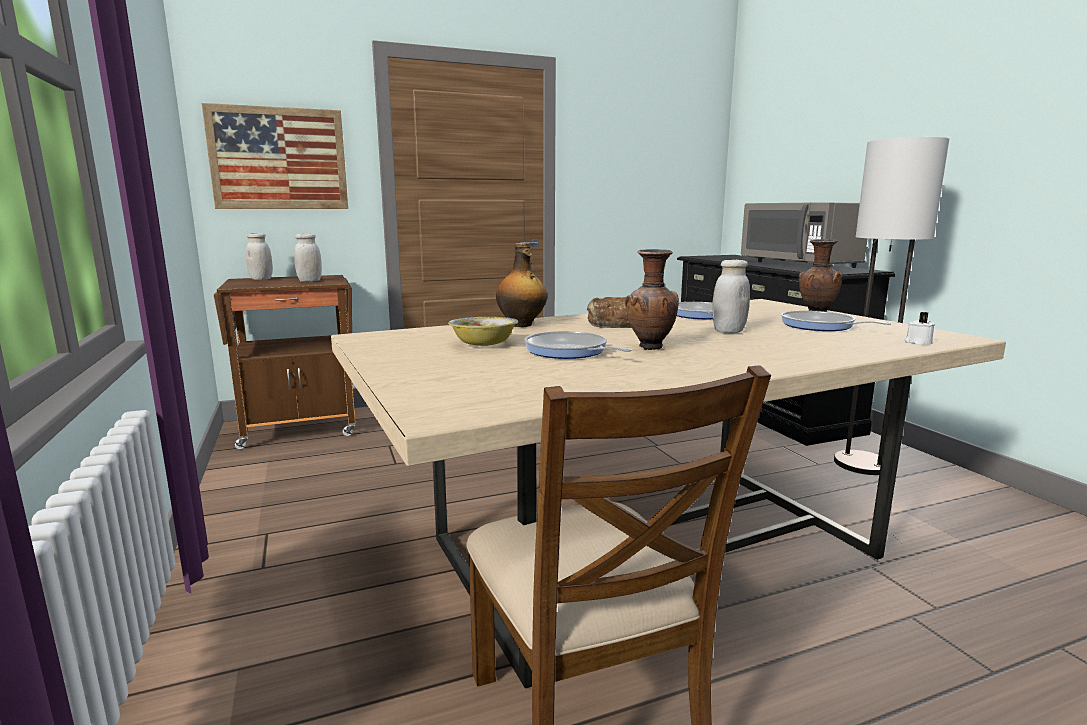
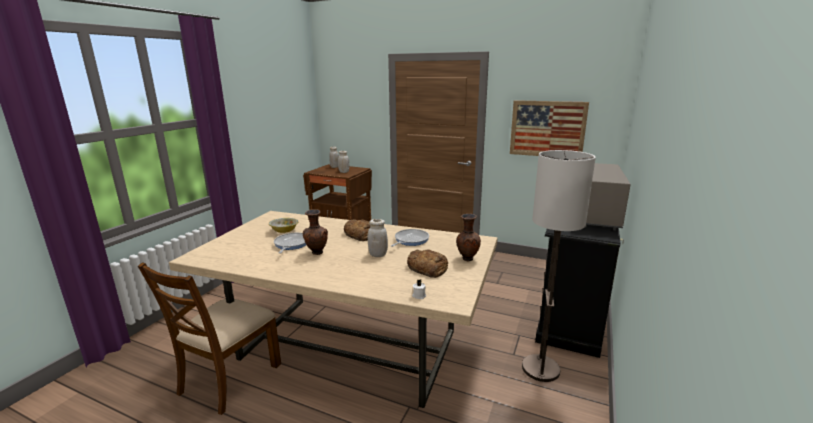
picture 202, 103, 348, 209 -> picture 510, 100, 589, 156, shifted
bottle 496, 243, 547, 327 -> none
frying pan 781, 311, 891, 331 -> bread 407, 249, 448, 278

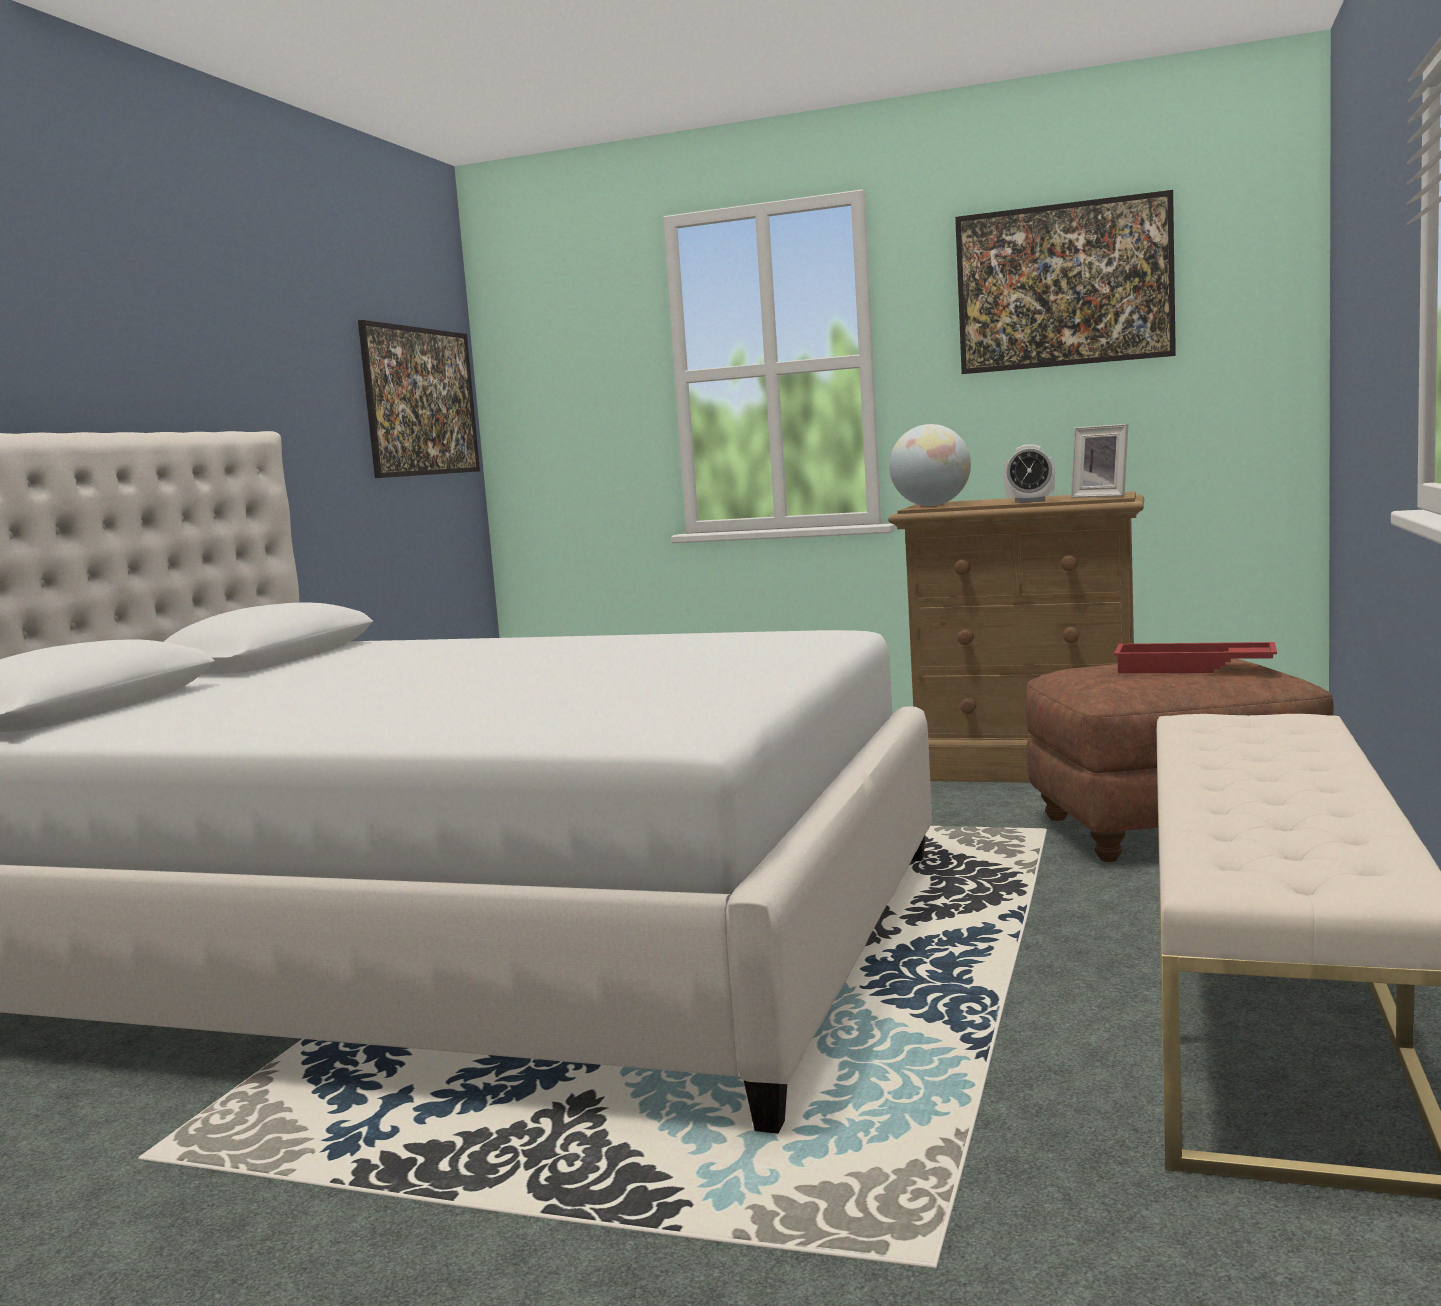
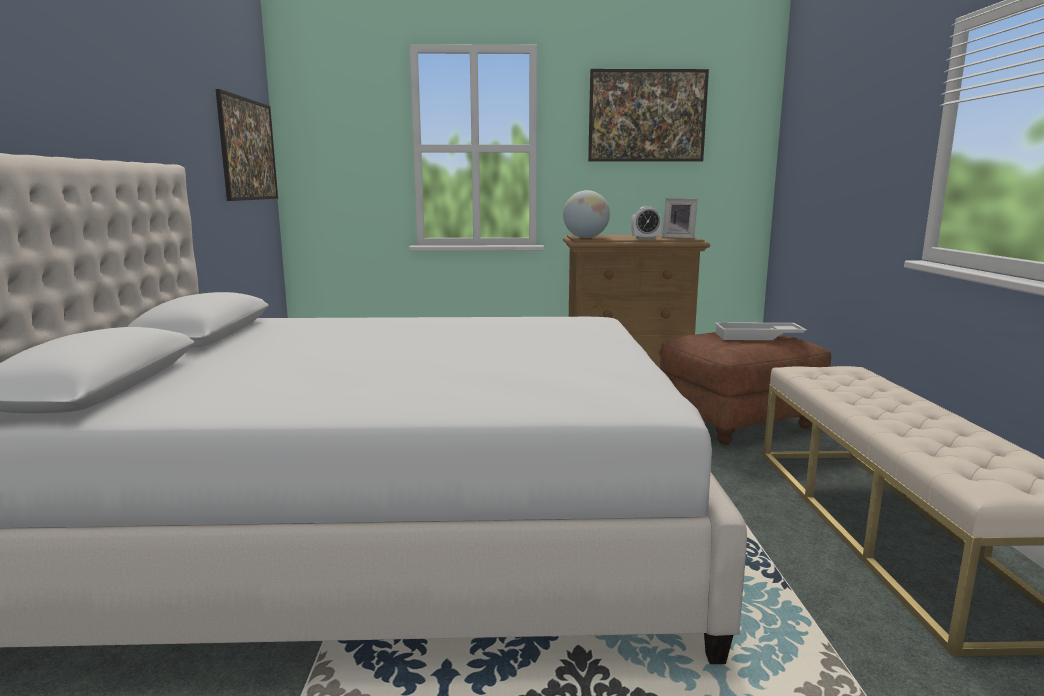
red tray 1114, 642, 1277, 673 -> white tray 714, 322, 807, 340

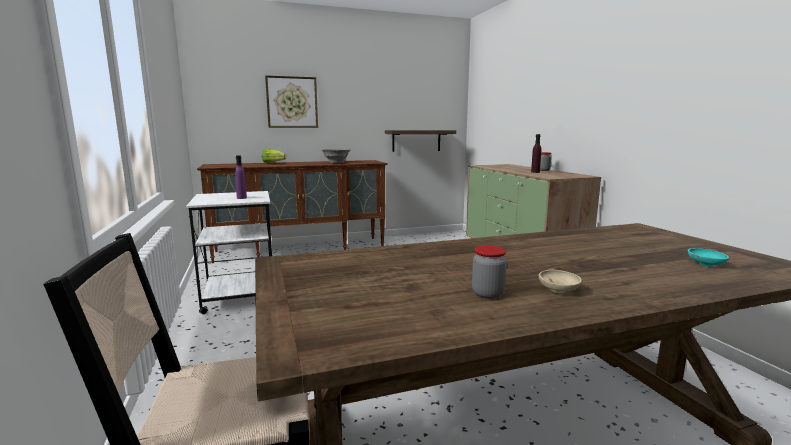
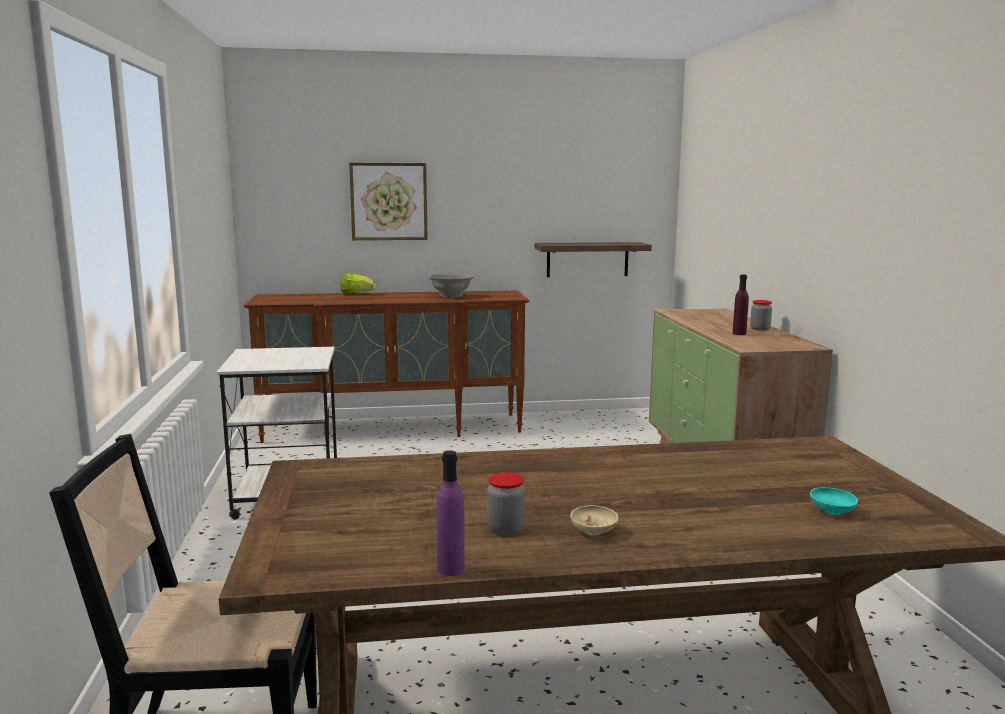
purple bottle 235, 155, 247, 199 -> purple bottle 436, 451, 465, 576, shifted

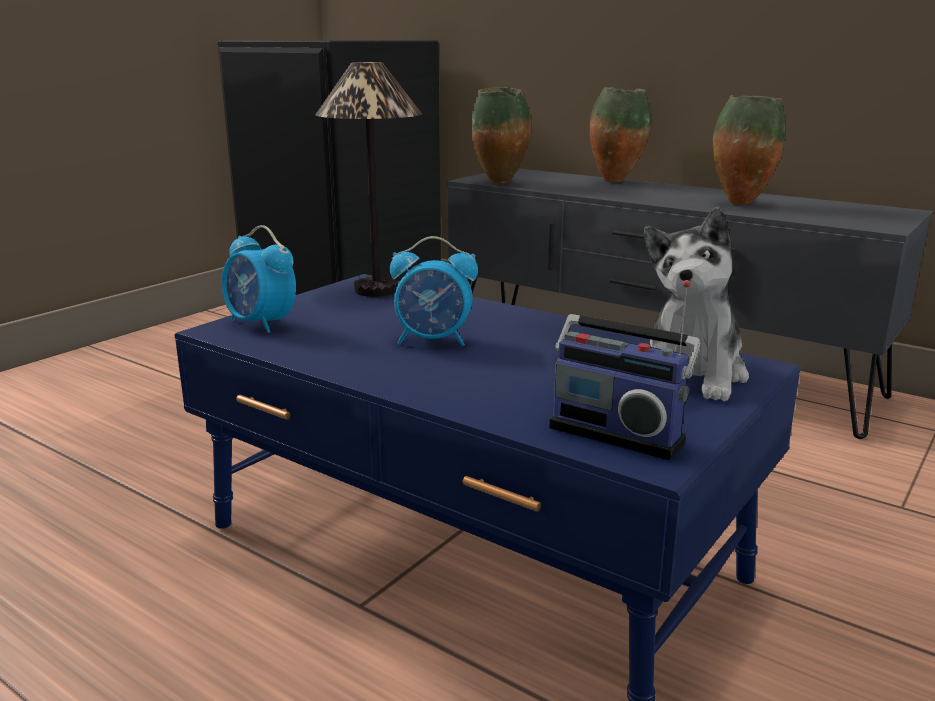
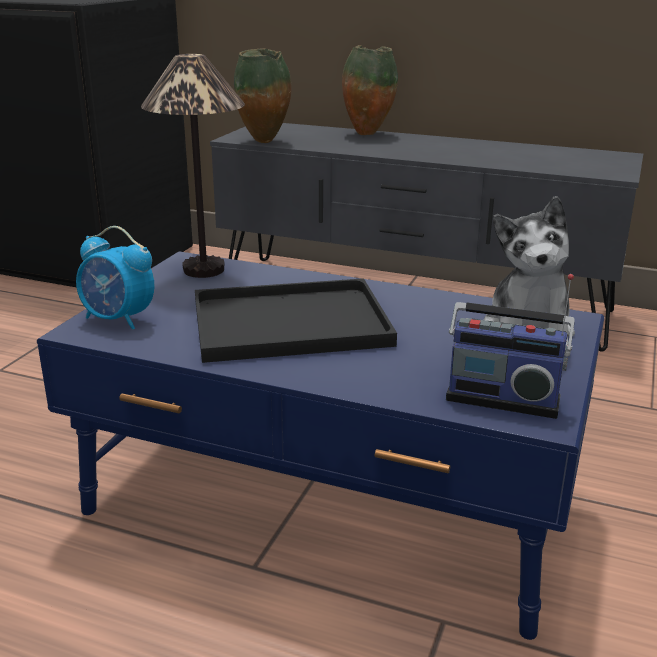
alarm clock 390, 236, 478, 346 -> black tray 195, 278, 397, 363
vase 713, 95, 786, 205 -> none

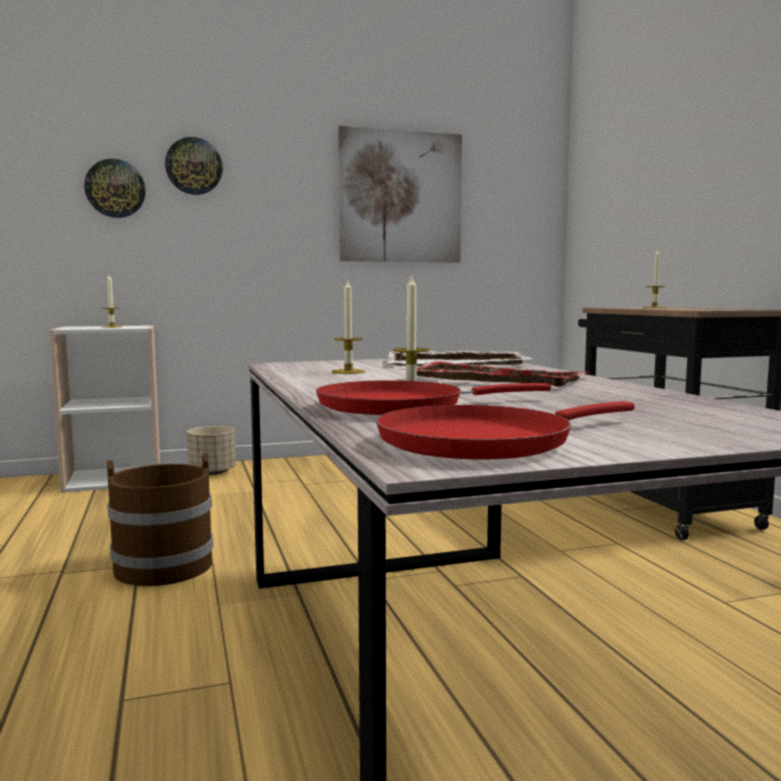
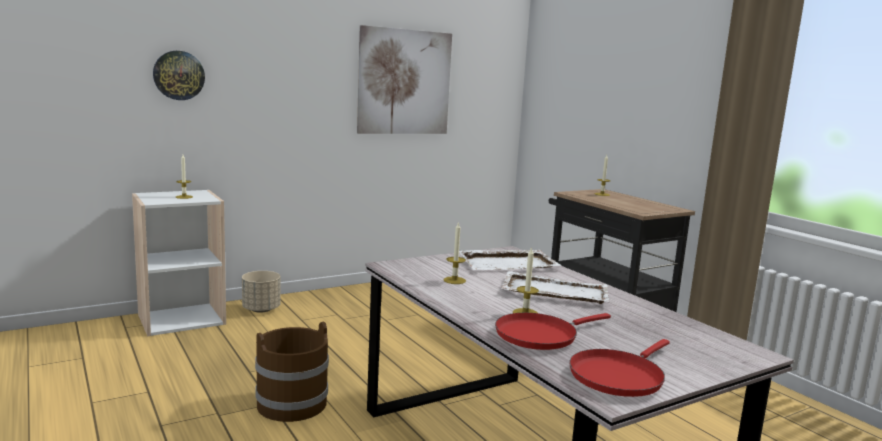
wall clock 165, 137, 223, 195 -> none
red tray 400, 361, 589, 387 -> white tray 501, 271, 609, 304

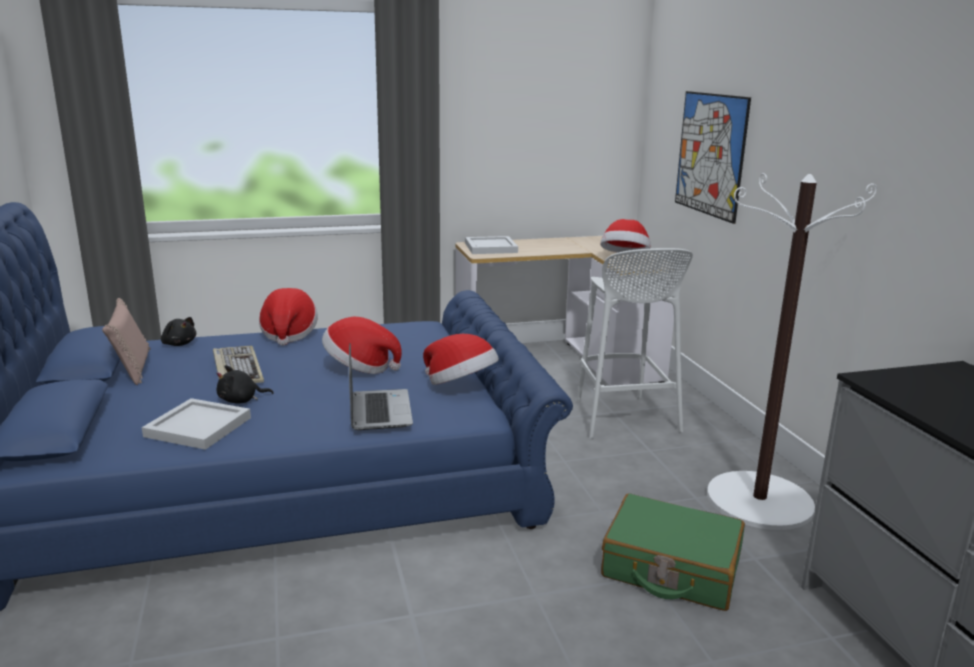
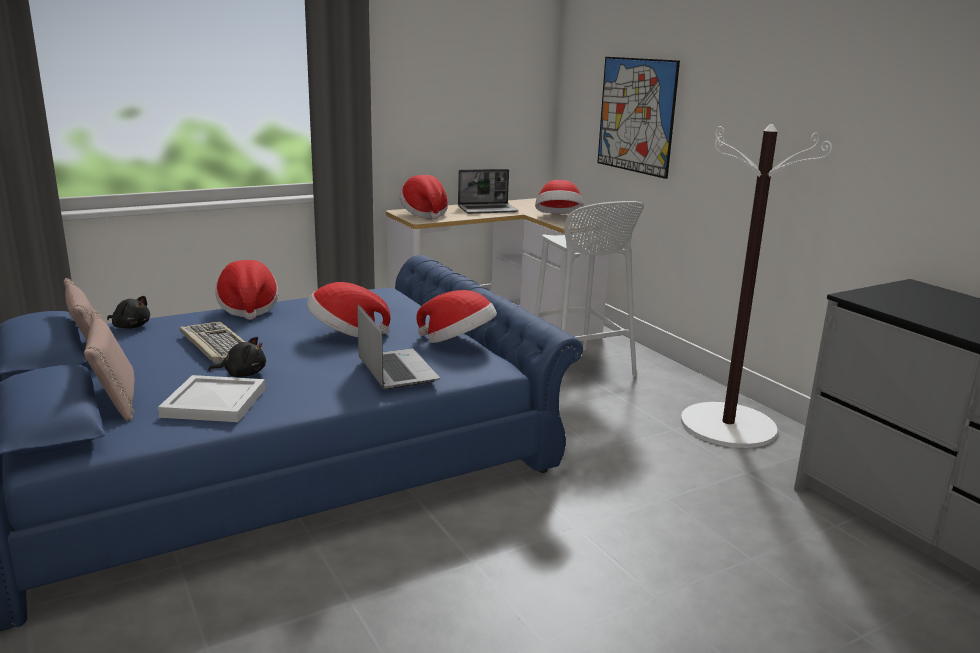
black plush toy 217, 365, 274, 404 -> black plush toy 208, 337, 266, 377, 150 degrees counterclockwise
white tray 465, 236, 518, 254 -> hat 400, 175, 448, 219
green suitcase 601, 493, 745, 611 -> none
none -> beige pillow 84, 310, 135, 421
none -> laptop 458, 169, 518, 214

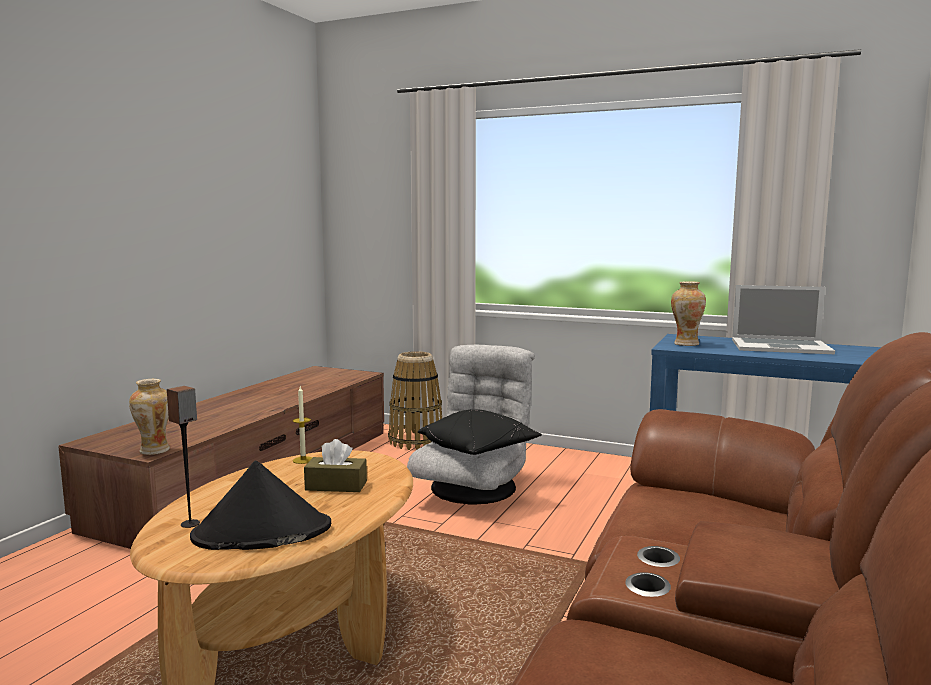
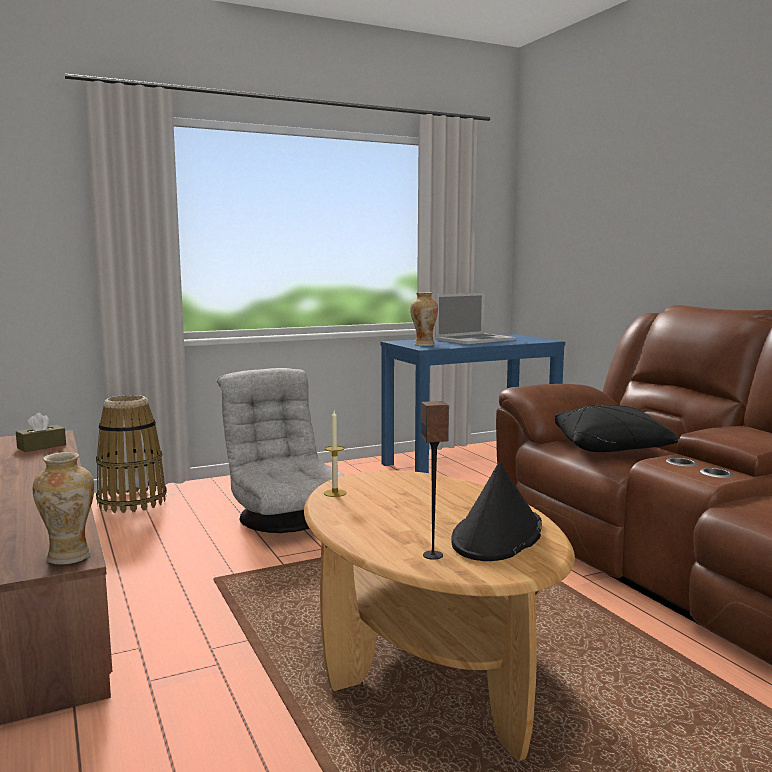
brown tissue box 304, 439, 367, 492 -> brown tissue box 16, 413, 66, 452, shifted
black pillow 418, 409, 542, 455 -> black pillow 555, 405, 680, 452, shifted

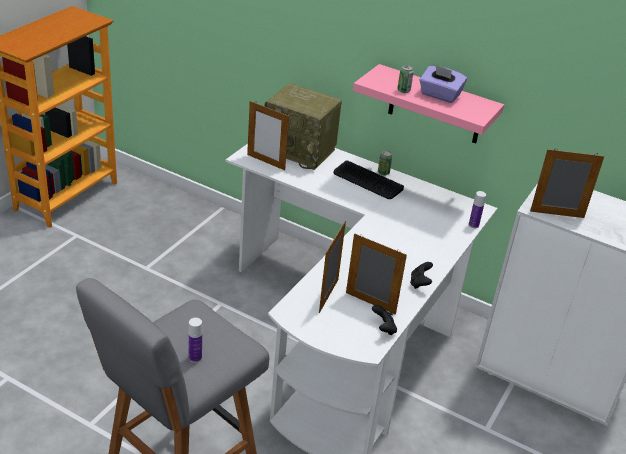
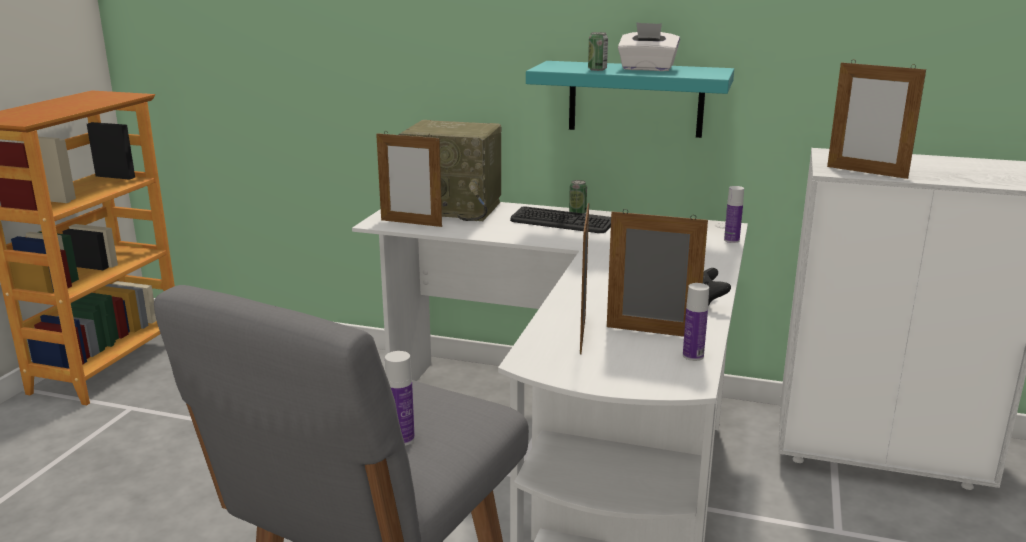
pink shelf 353, 64, 504, 143 -> turquoise shelf 526, 61, 734, 138
black game controller 372, 305, 397, 336 -> bottle 683, 283, 709, 361
purple tissue box 420, 65, 467, 103 -> white tissue box 618, 22, 680, 71
picture frame 530, 149, 604, 218 -> picture frame 827, 60, 926, 179, 135 degrees counterclockwise

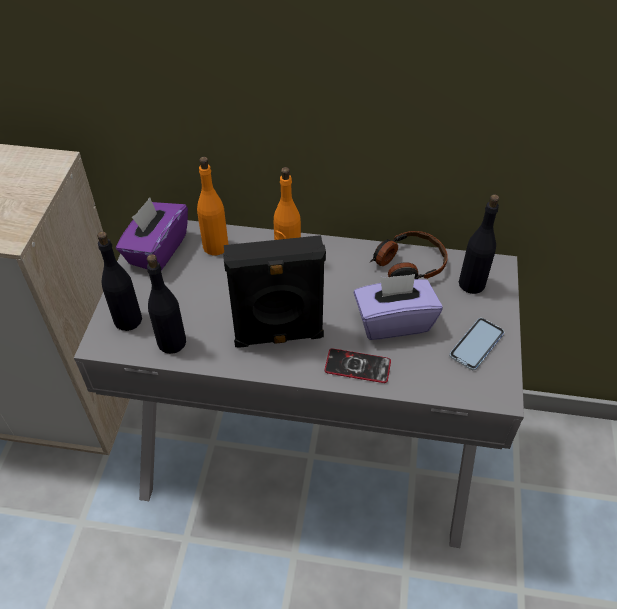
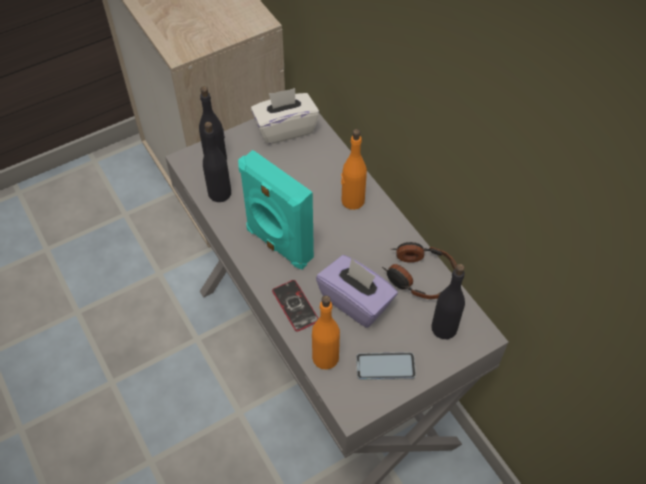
purple tissue box 116, 197, 188, 270 -> white tissue box 251, 88, 319, 144
orange bottle 197, 157, 228, 255 -> orange bottle 312, 295, 340, 369, shifted
black speaker 223, 235, 326, 348 -> turquoise speaker 238, 150, 314, 269

